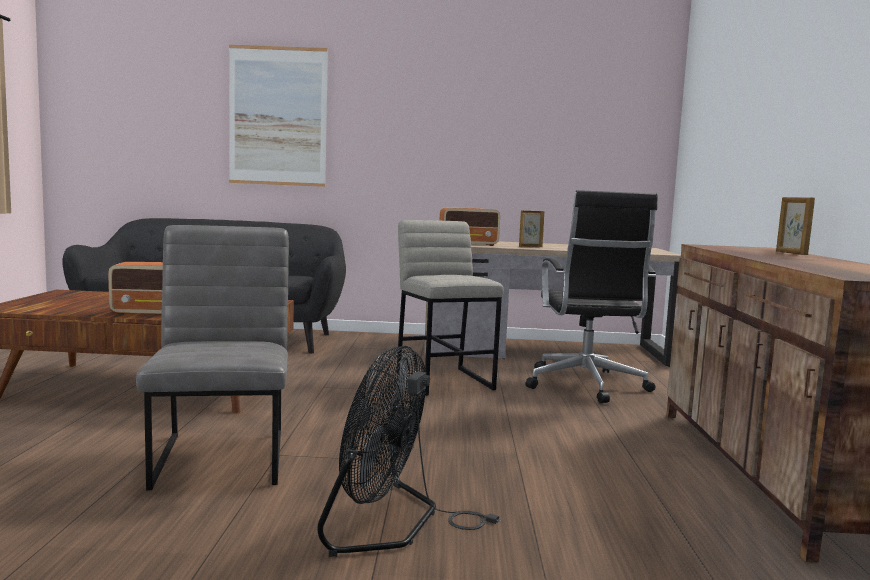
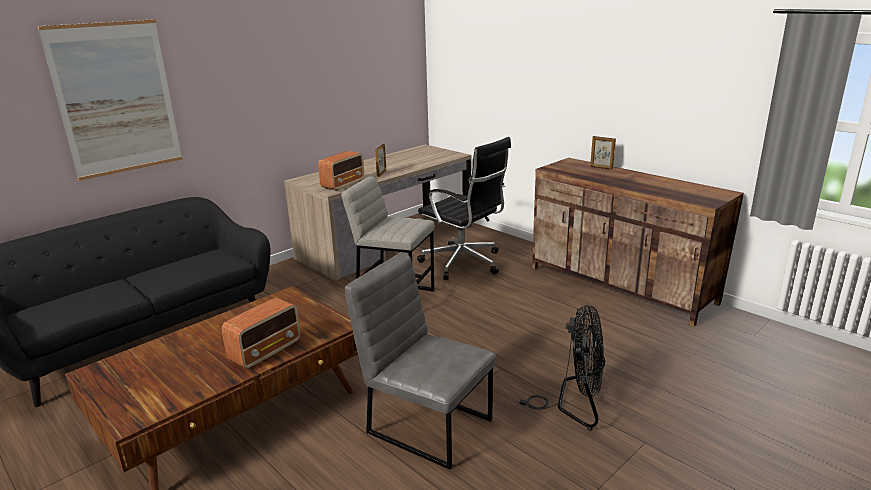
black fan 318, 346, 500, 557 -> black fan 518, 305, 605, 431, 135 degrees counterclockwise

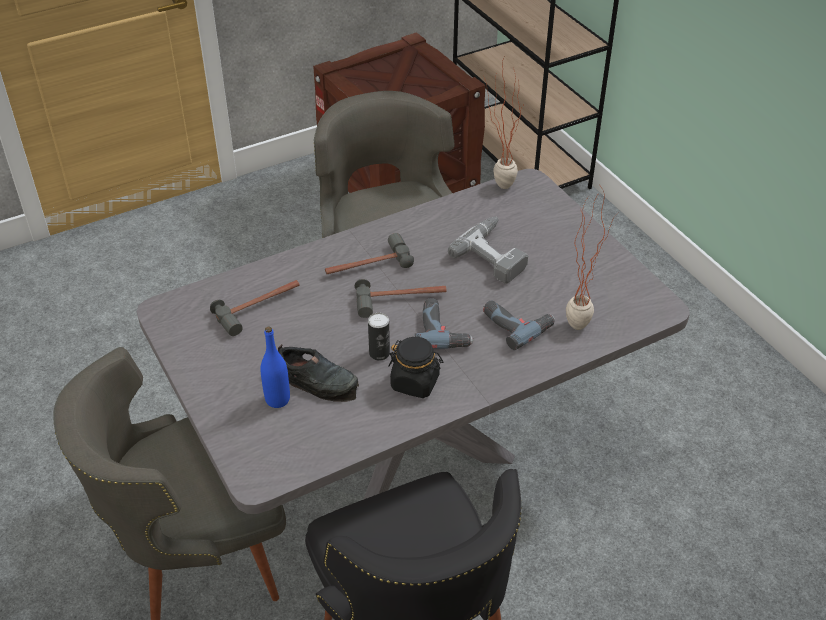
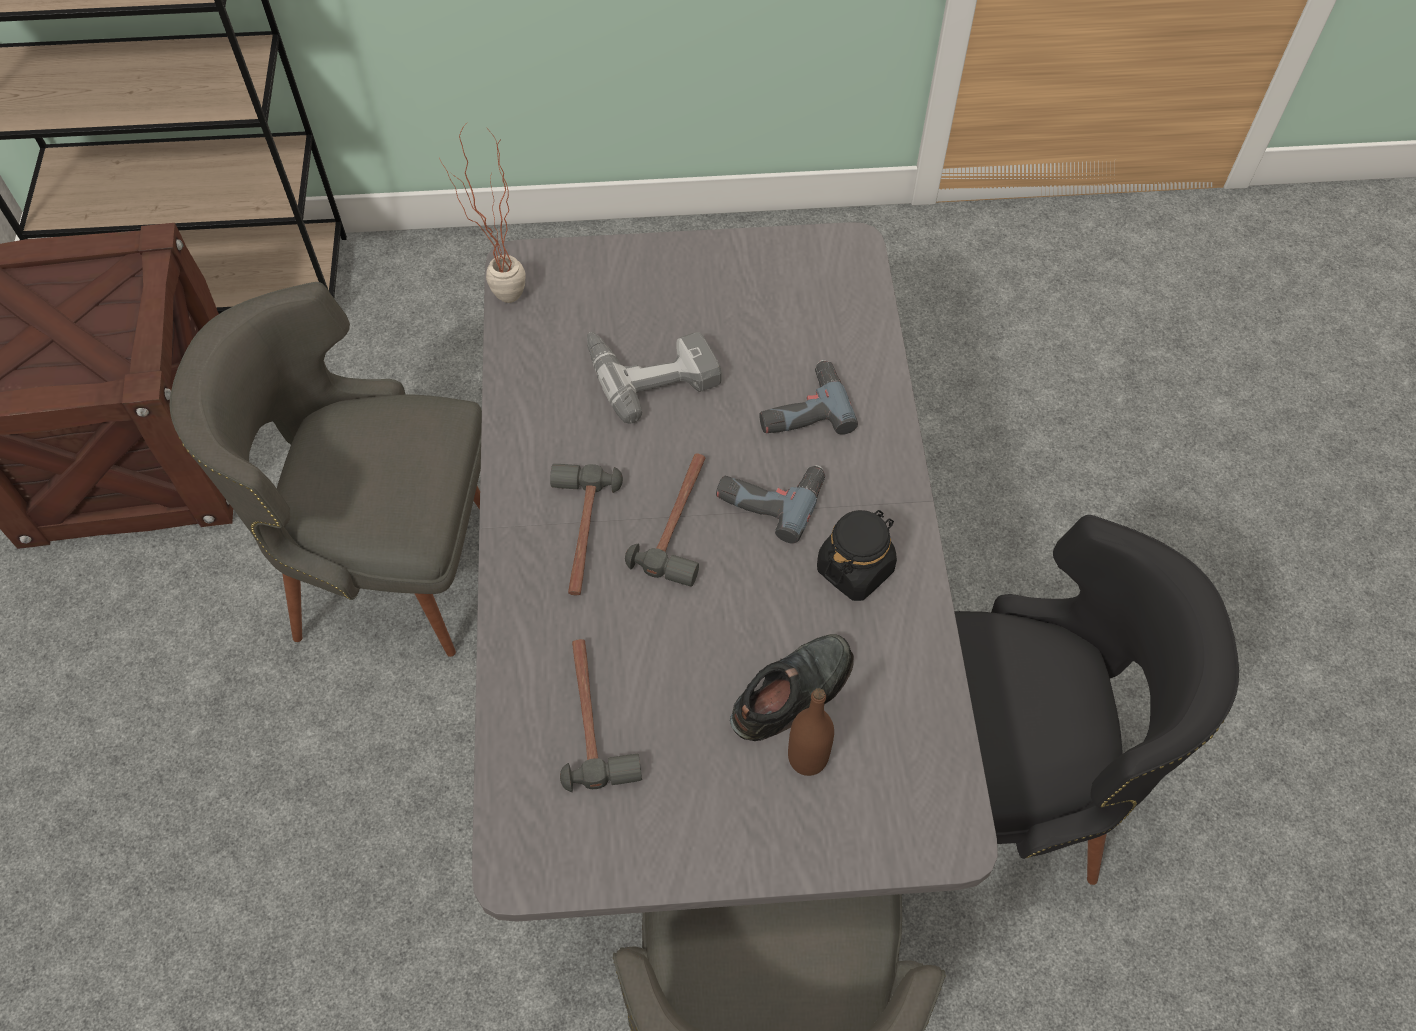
blue bottle 260, 326, 290, 408 -> brown bottle 788, 688, 834, 776
can 368, 313, 390, 361 -> none
potted plant 566, 183, 618, 330 -> none

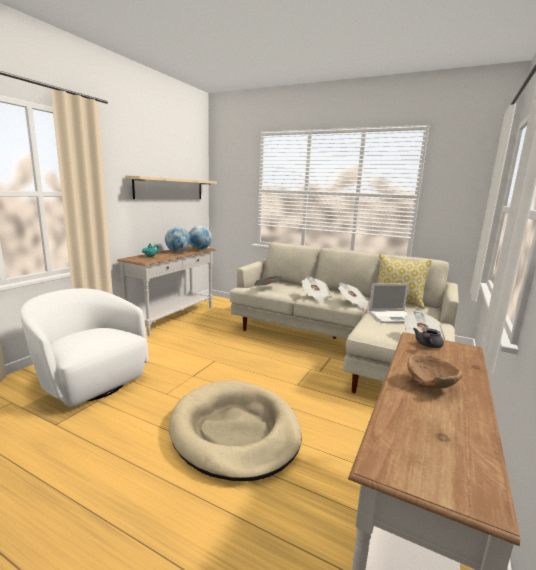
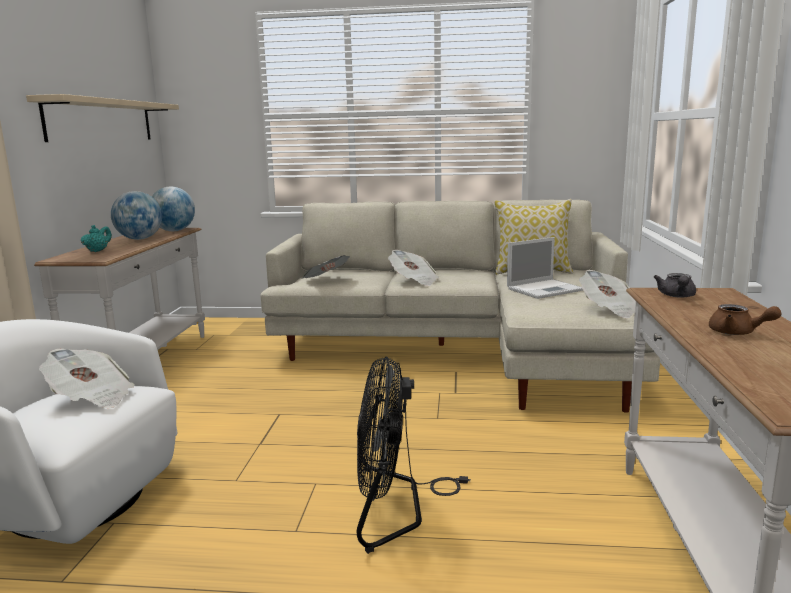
beige dog bed 169, 380, 302, 481 -> black fan 357, 357, 471, 554
newspaper 338, 283, 369, 309 -> newspaper 39, 348, 135, 408, shifted
brown bowl 408, 354, 462, 389 -> brown teapot 709, 304, 782, 335

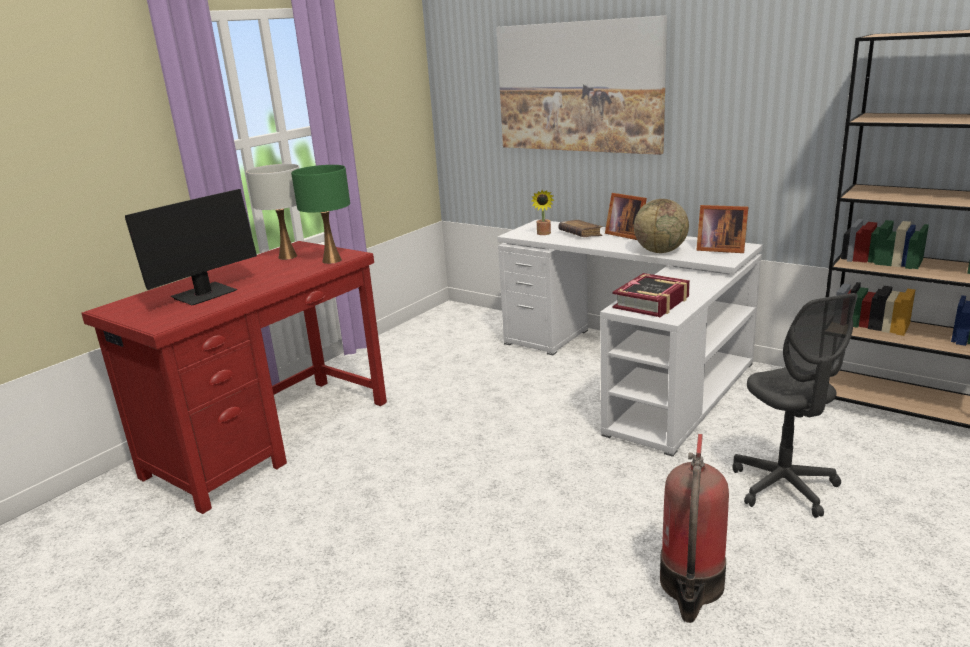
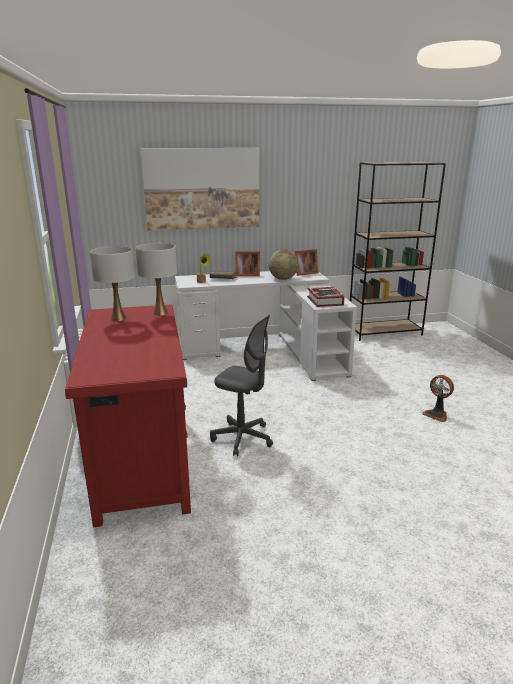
monitor 125, 189, 257, 305 -> none
green table lamp 291, 165, 350, 264 -> white table lamp 135, 243, 177, 316
fire extinguisher 660, 434, 729, 623 -> fan 422, 375, 454, 422
grey office chair 733, 293, 858, 518 -> grey office chair 210, 315, 273, 456, shifted

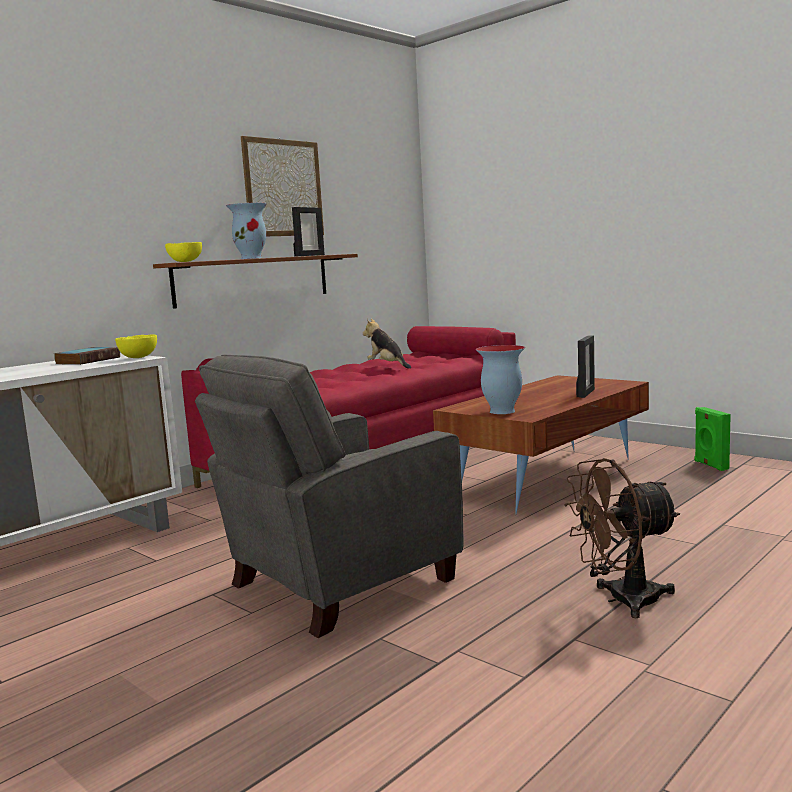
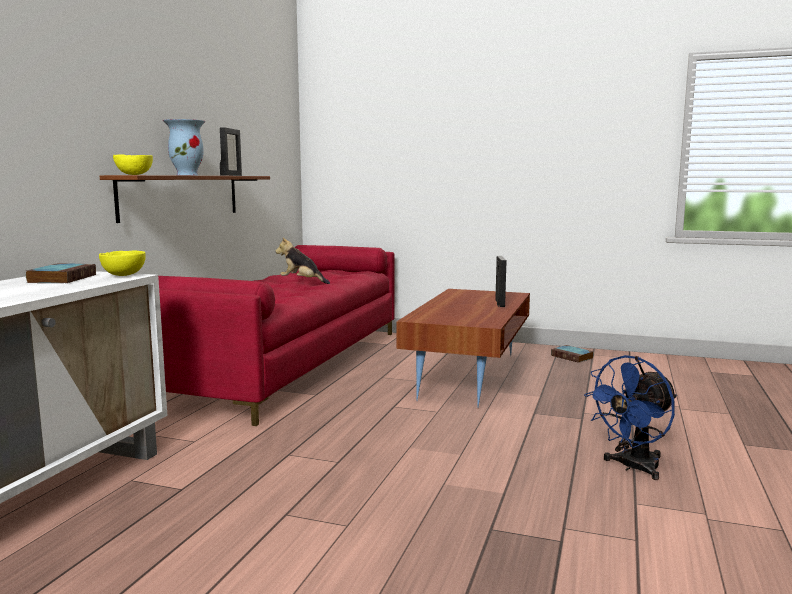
grey armchair 195, 355, 463, 638 -> none
picture 241, 136, 324, 236 -> none
vase 476, 345, 525, 414 -> none
brown fan 564, 458, 680, 618 -> blue fan 584, 355, 677, 480
green speaker 695, 407, 731, 471 -> book 551, 345, 594, 363

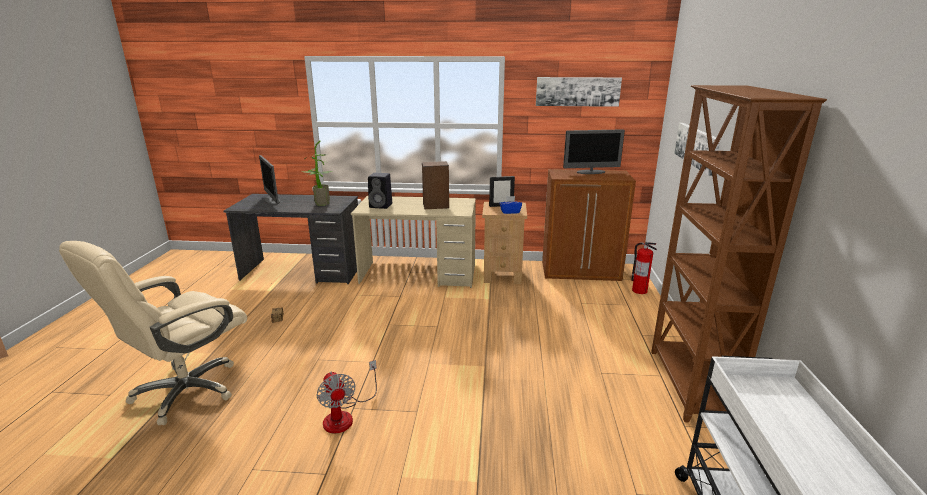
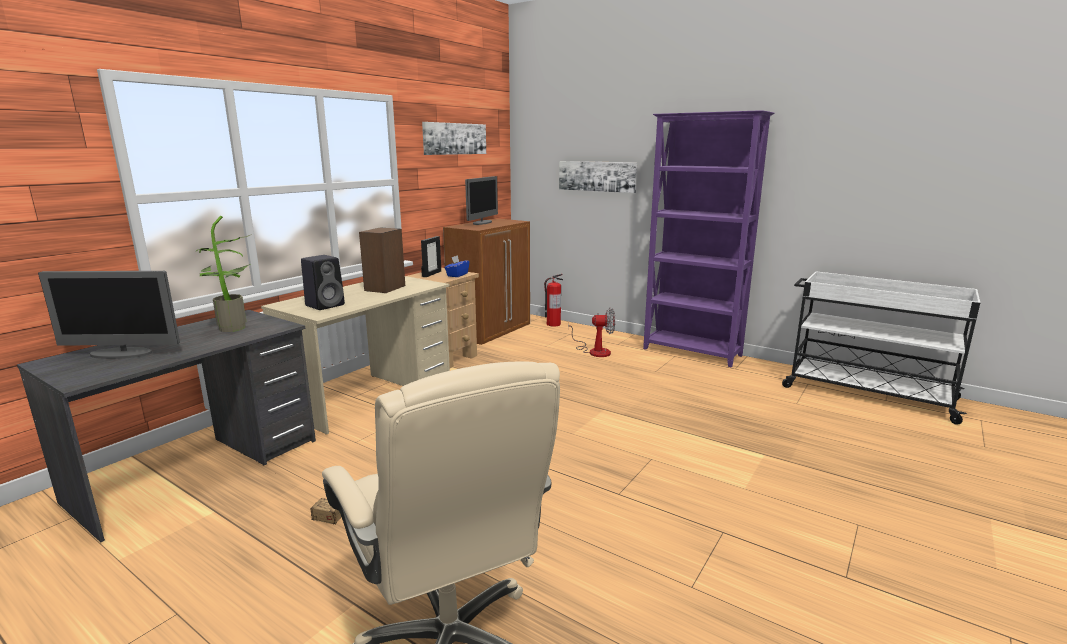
fan 316, 360, 377, 434 -> fan 568, 308, 615, 357, shifted
brown bookcase 651, 85, 827, 422 -> purple bookcase 643, 110, 774, 367

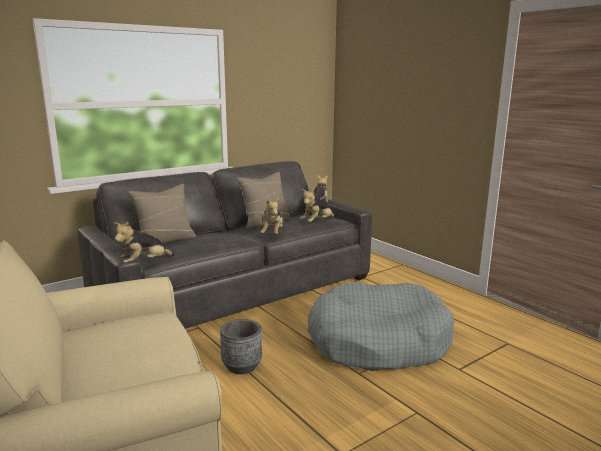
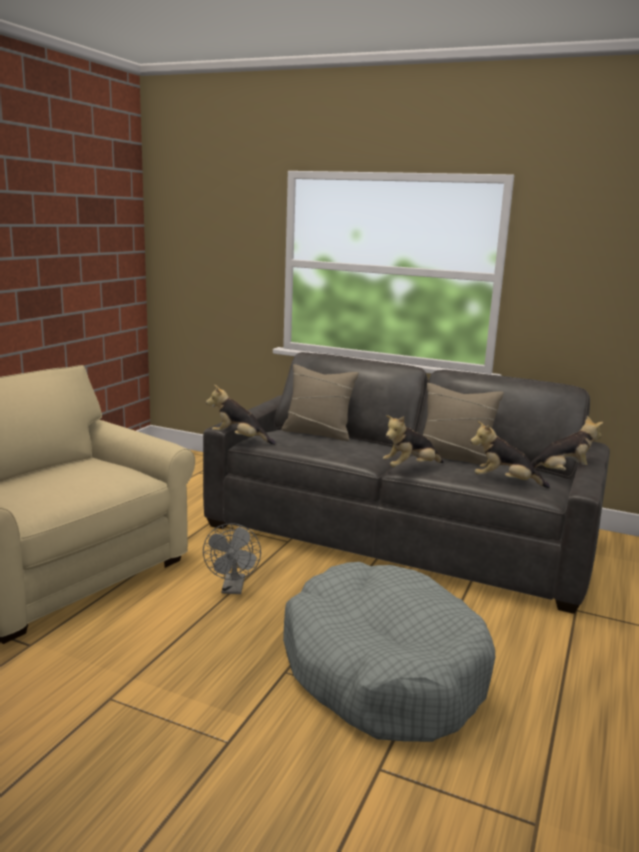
grey planter 220, 319, 262, 374 -> grey fan 203, 523, 261, 594

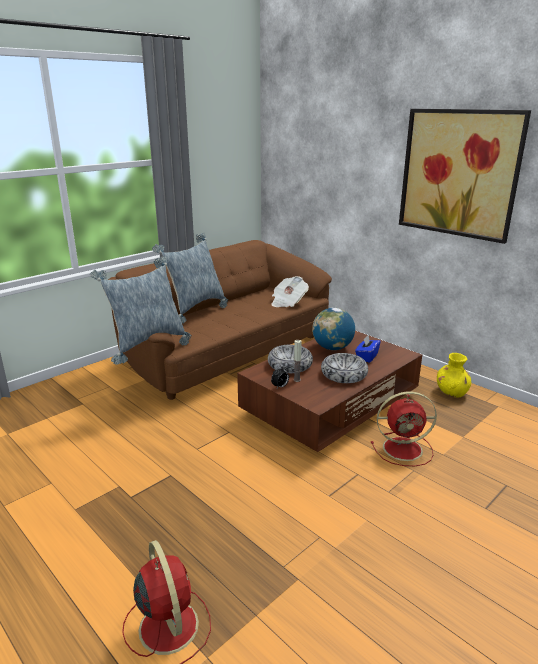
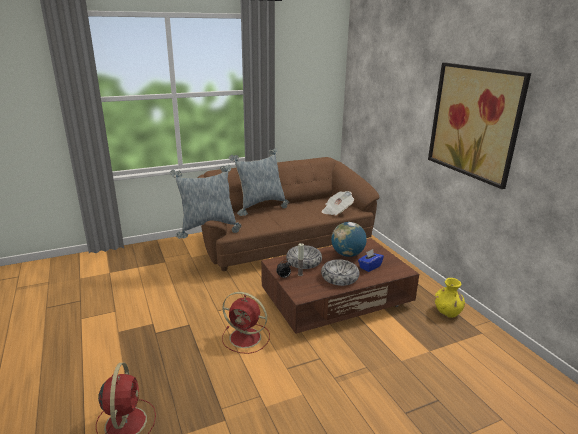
red fan 371, 392, 437, 466 -> red fan 222, 292, 270, 354, shifted

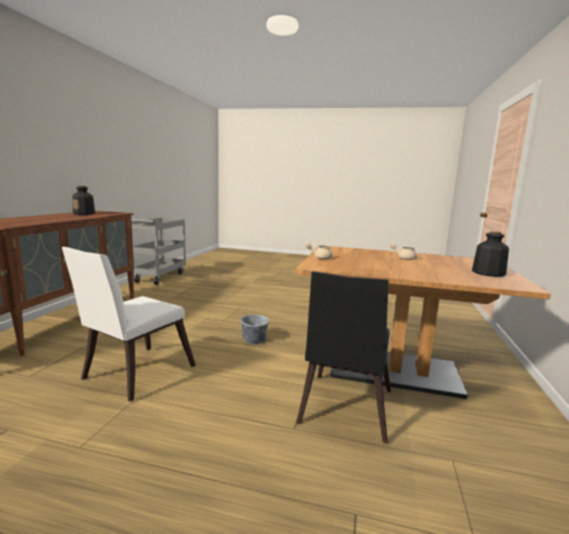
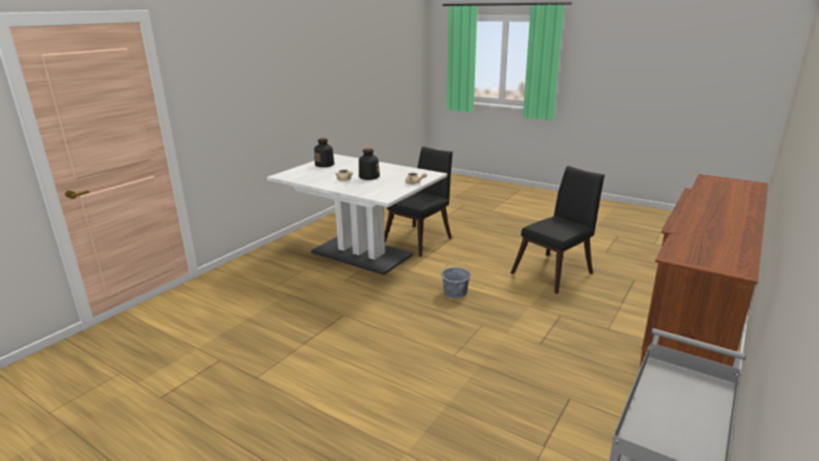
white chair 62, 247, 196, 402 -> black chair 510, 166, 605, 294
bottle 72, 186, 95, 215 -> bottle 359, 148, 380, 180, shifted
brown dining table 295, 245, 551, 399 -> white dining table 267, 154, 447, 275

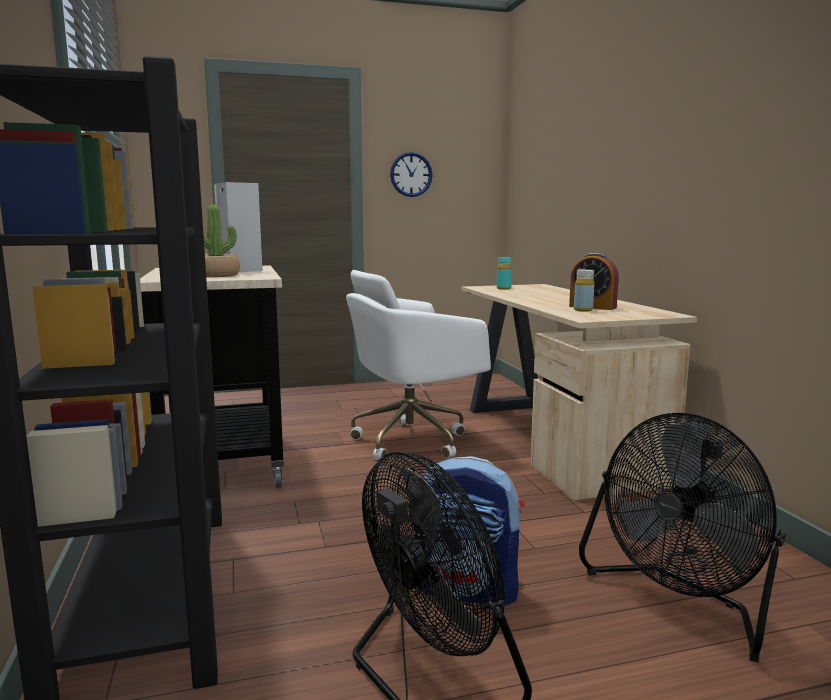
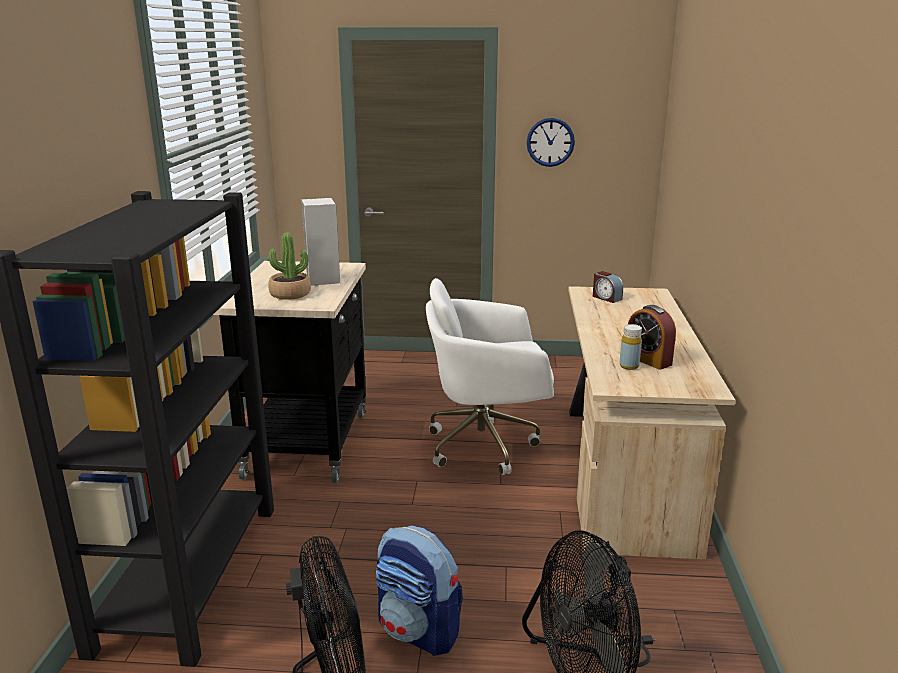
turquoise bottle 497, 257, 512, 290 -> alarm clock 593, 271, 623, 303

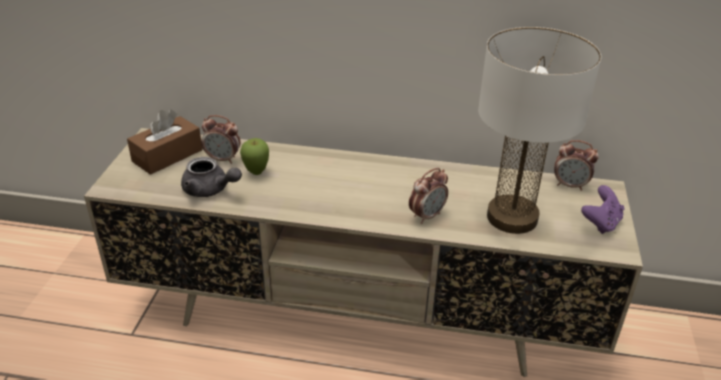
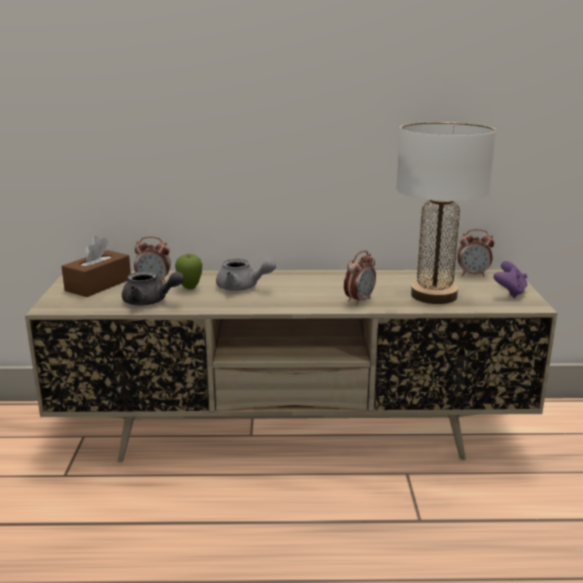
none -> grey teapot 216, 259, 276, 291

